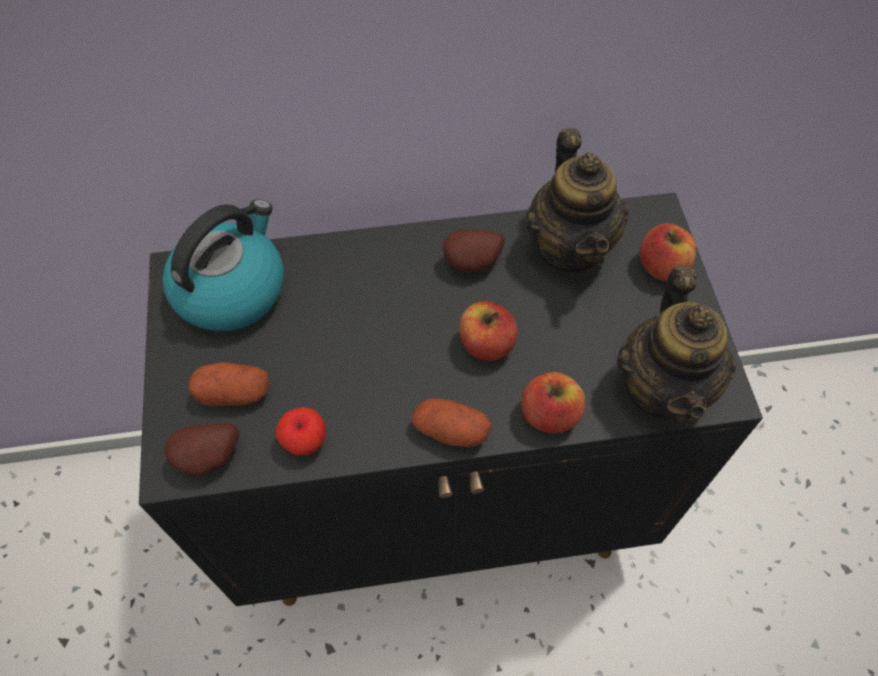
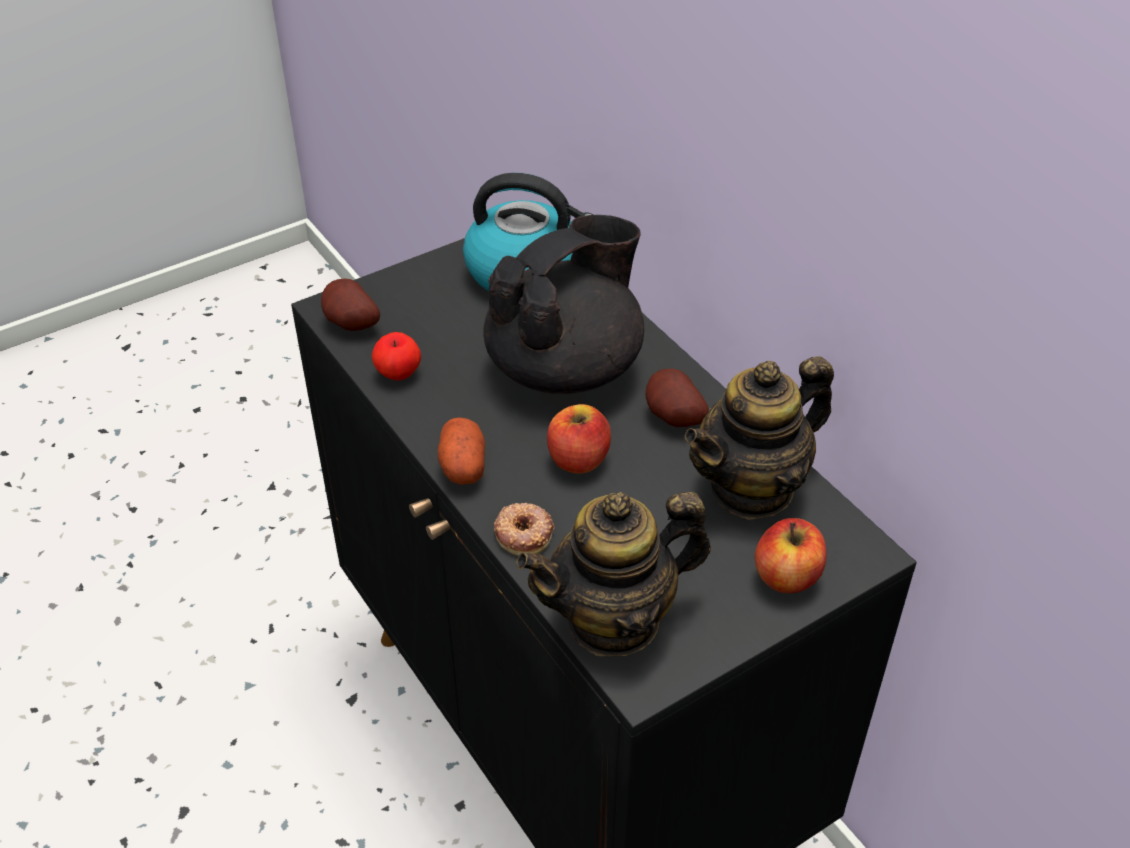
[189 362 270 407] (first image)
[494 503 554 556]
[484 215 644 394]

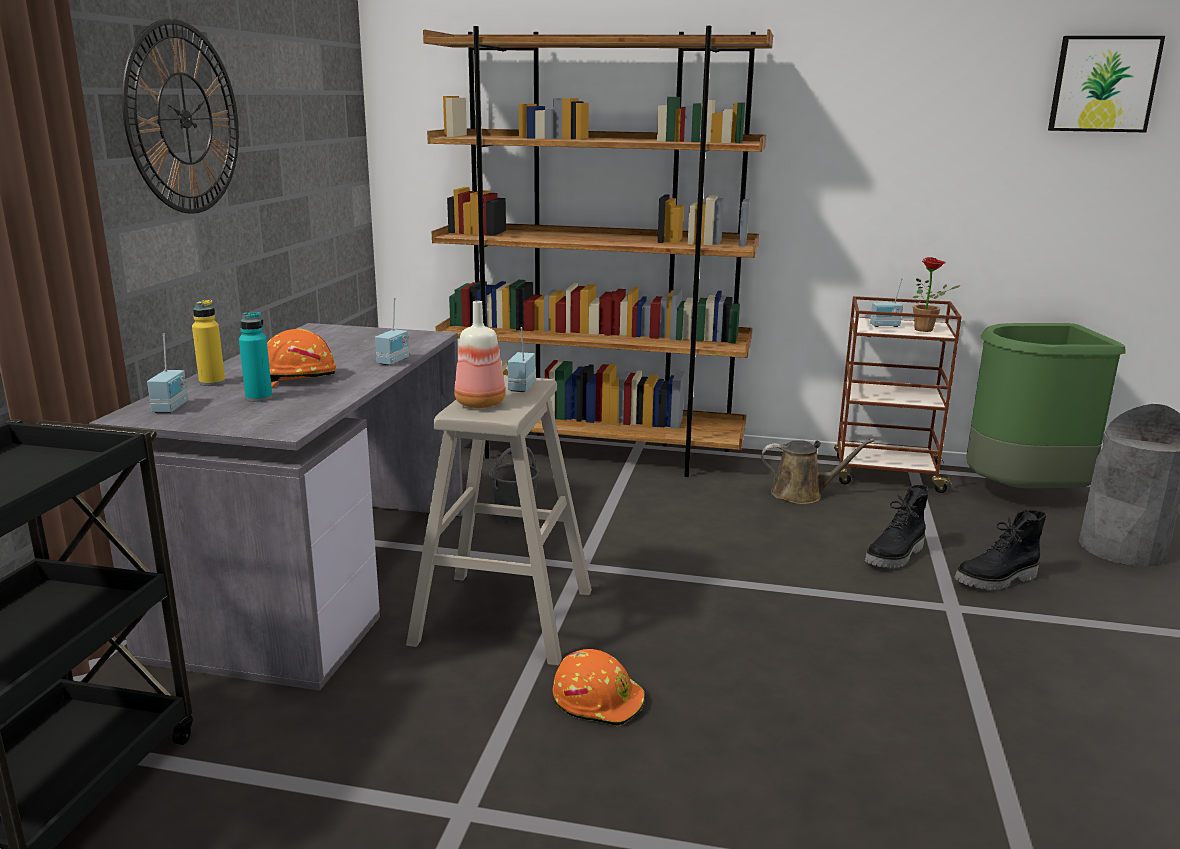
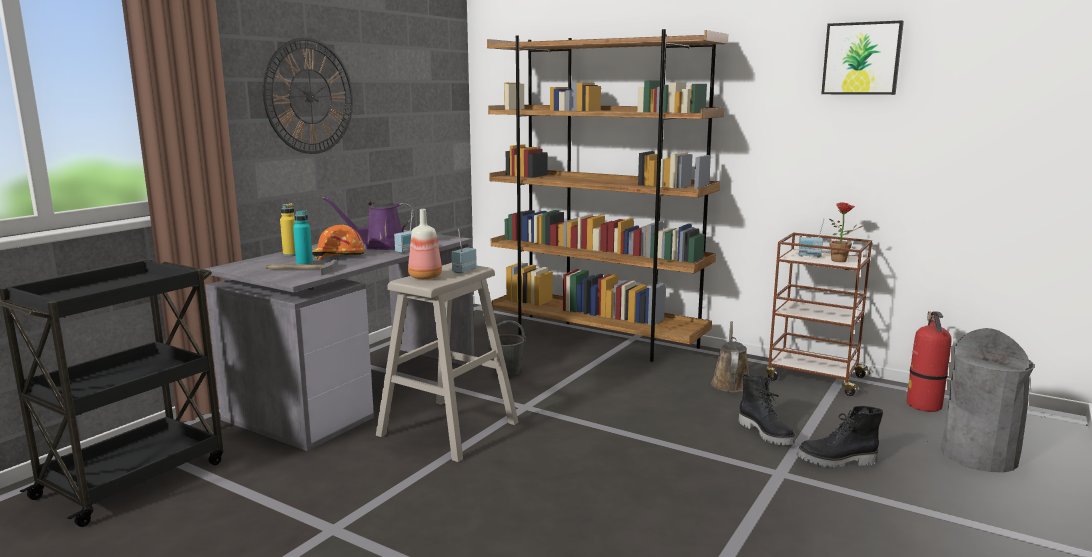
[147 333 188 414] (first image)
[553 649 645 726] (first image)
[711 321 749 392]
[739 374 795 445]
[907 311 951 412]
[821 20 904 95]
[265 260 338 276]
[322 197 414 250]

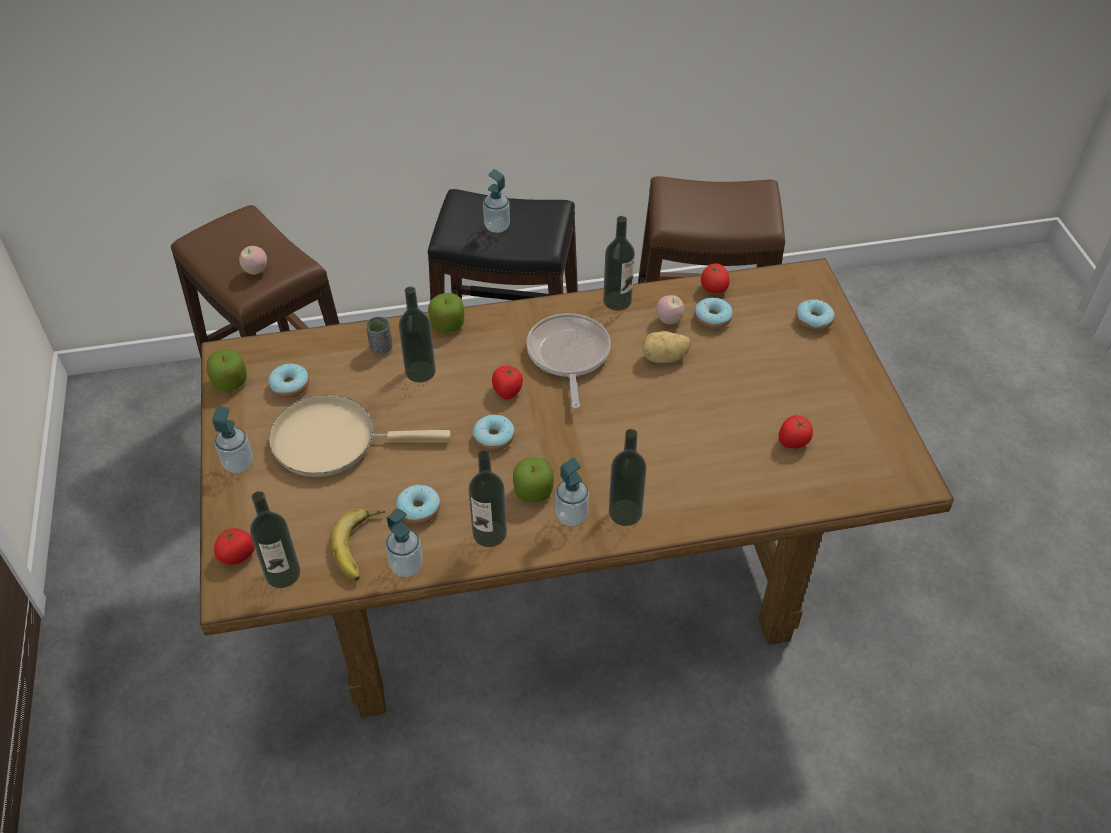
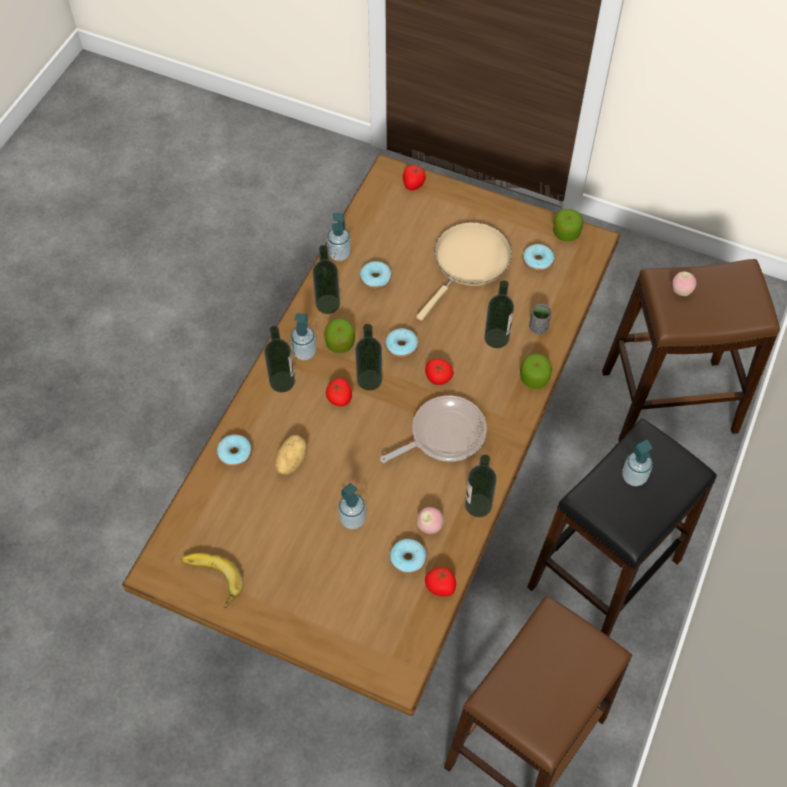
[338 483 366 530]
[355 324 382 391]
[181 553 244 608]
[380 395 487 463]
[275 435 307 475]
[326 378 352 406]
[217 434 252 467]

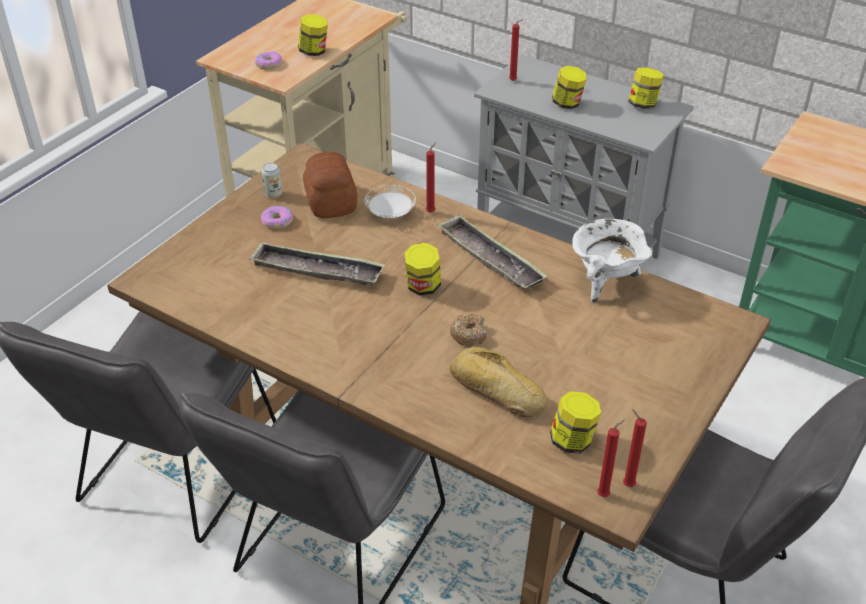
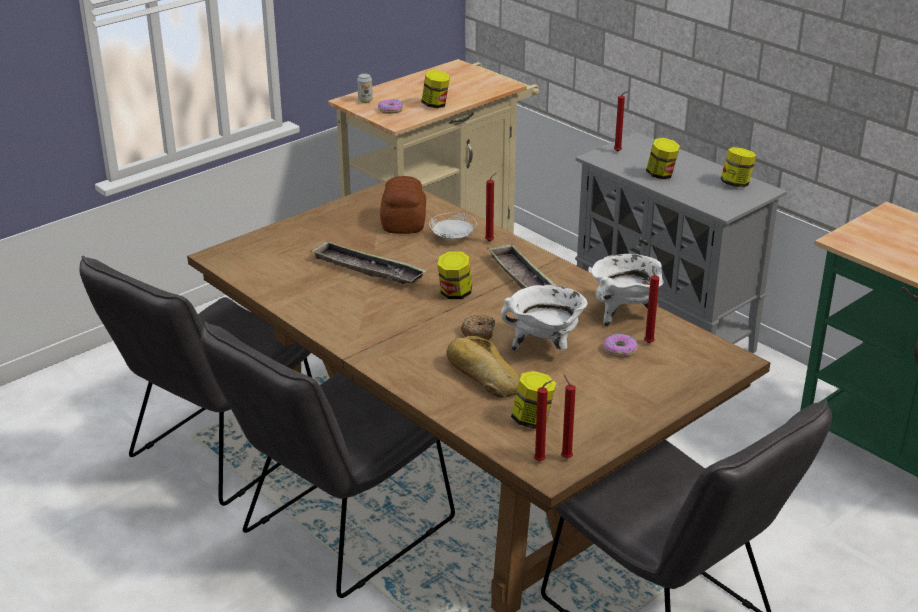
[604 334 638 357]
[357 74 373 103]
[501 285 588 351]
[644 265 659 343]

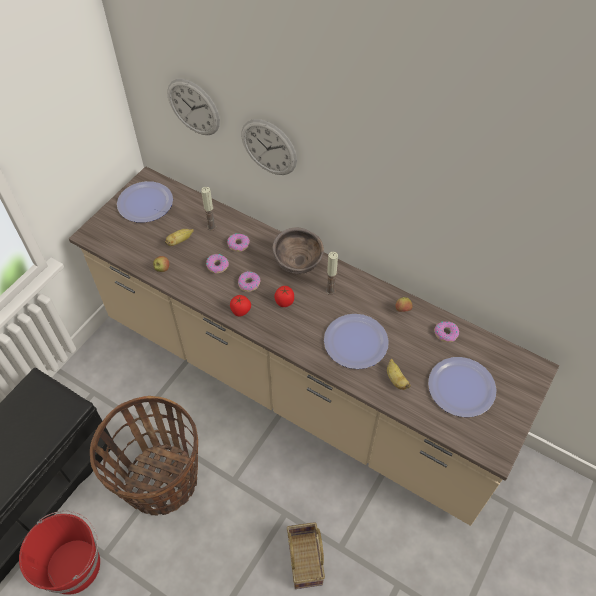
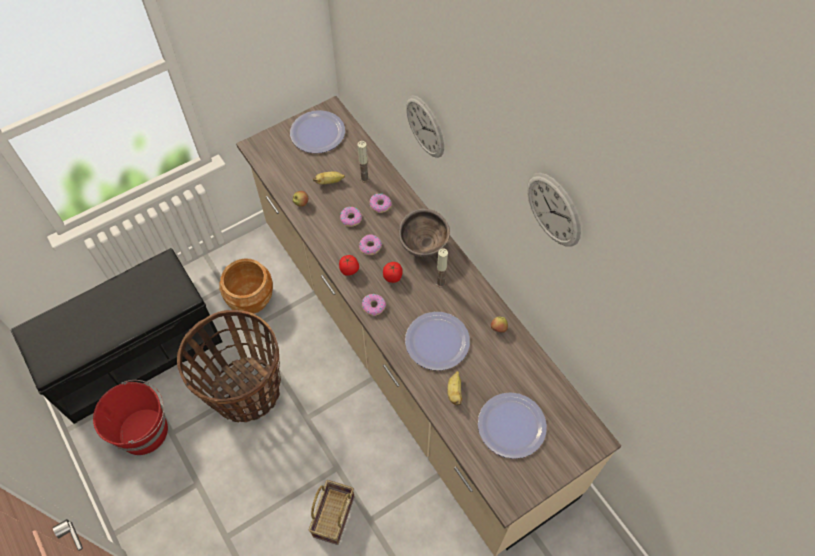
[527 173 581 247]
[362 294 386 316]
[219 258 273 314]

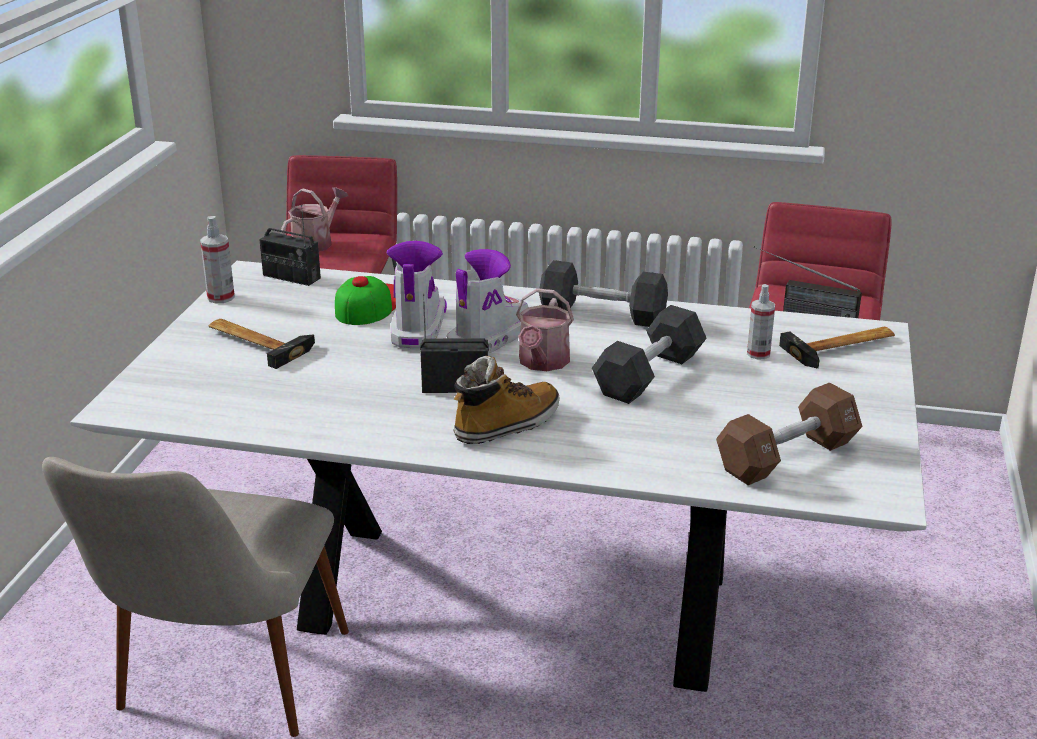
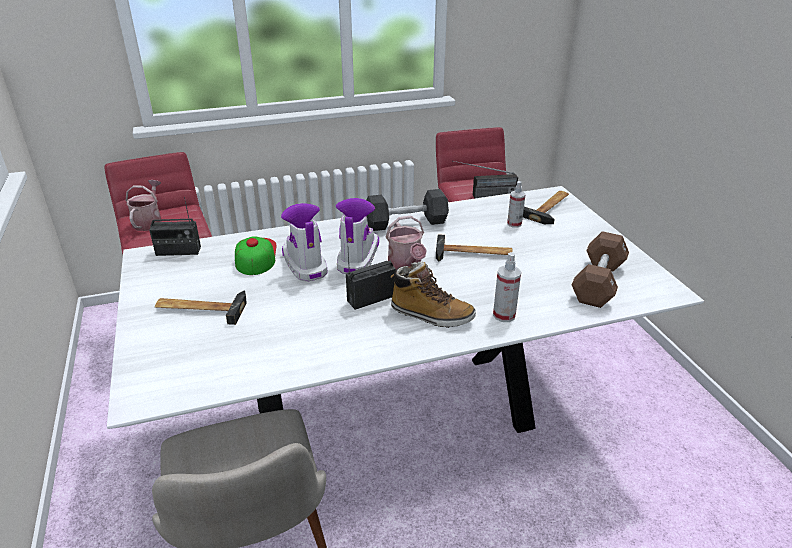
[493 252 521 322]
[391 261 476 328]
[436 234 513 262]

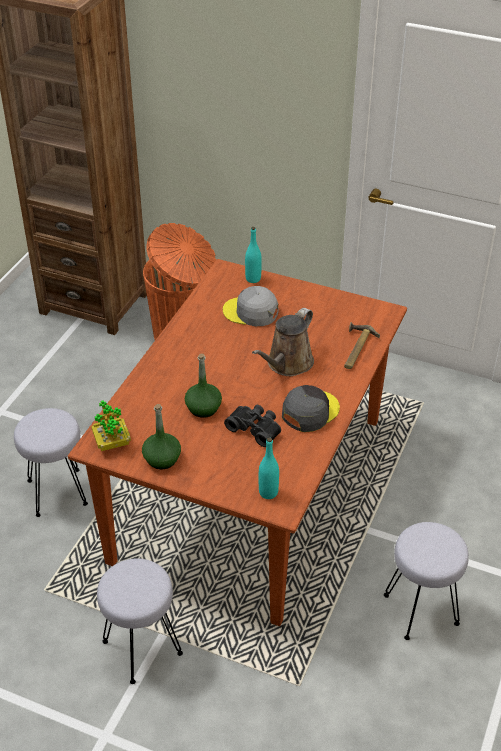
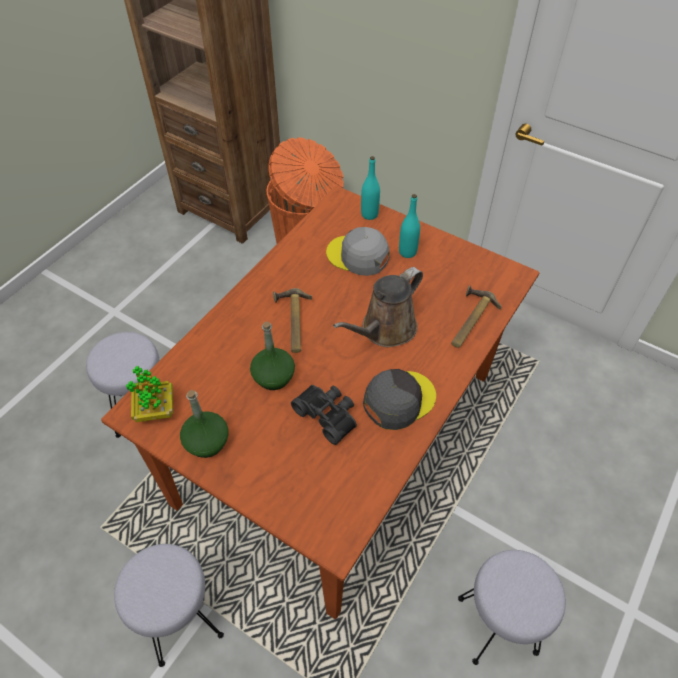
[399 194 420 258]
[273 288 312 353]

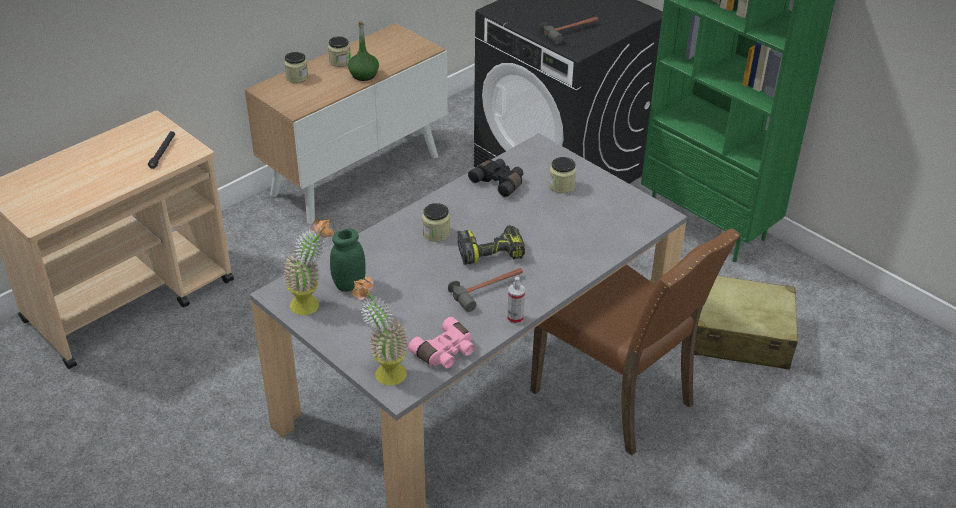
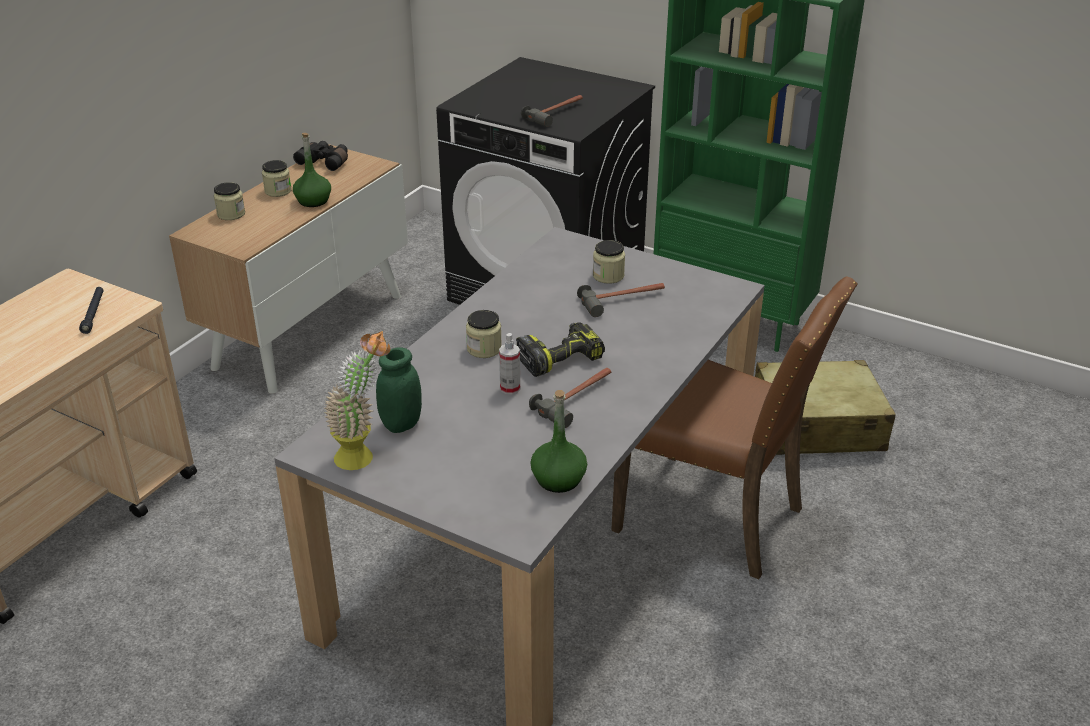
[352 277 408 385] (first image)
[531 390 587 493]
[293 141 348 171]
[499 333 520 395]
[577 283 665 317]

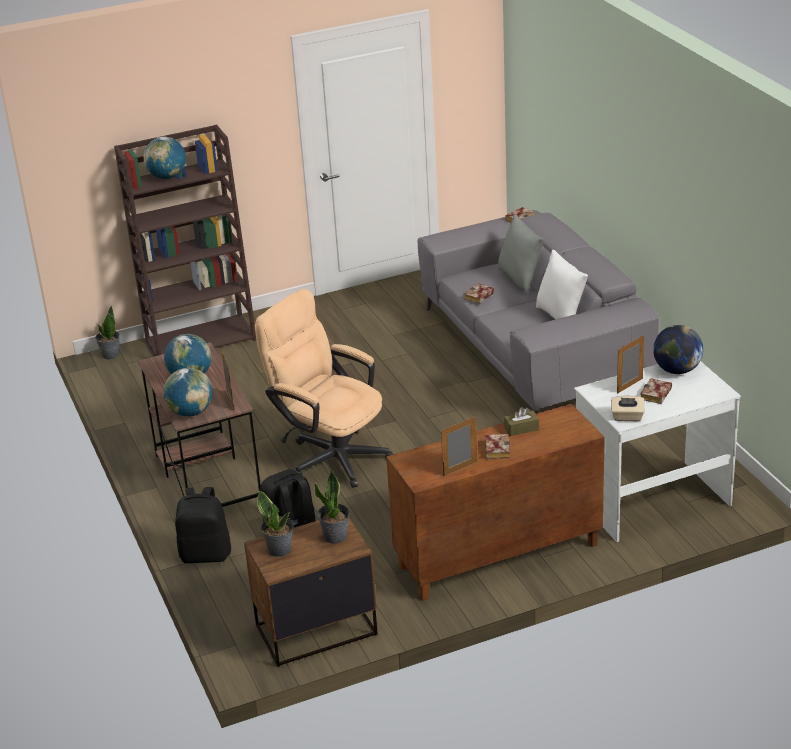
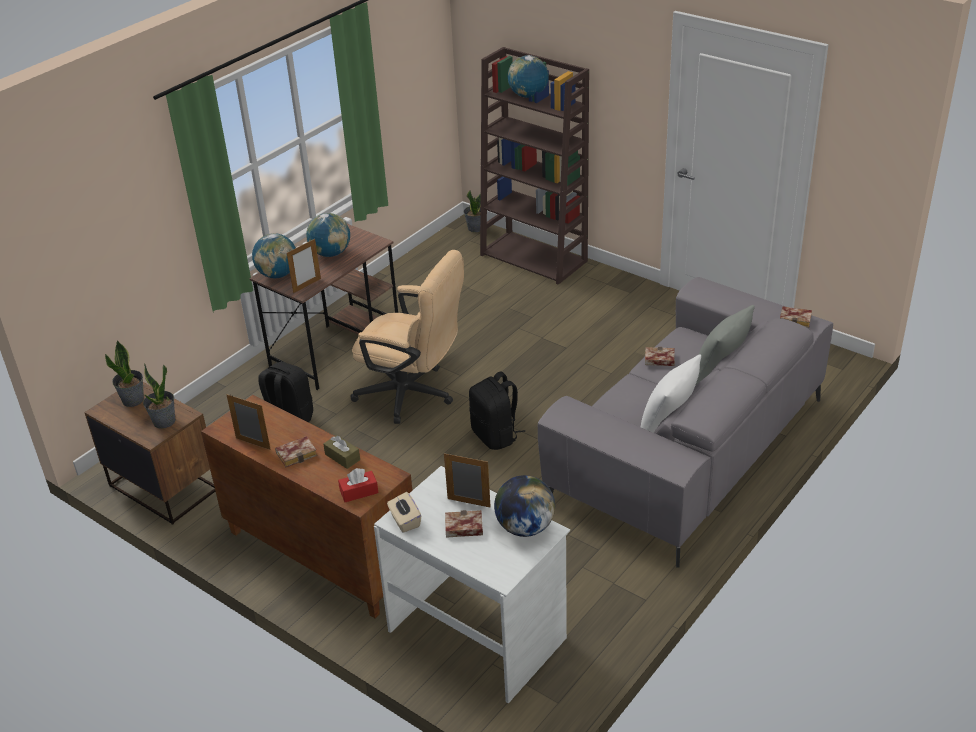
[469 372 526 450]
[350 250 464 424]
[338 468 378 502]

